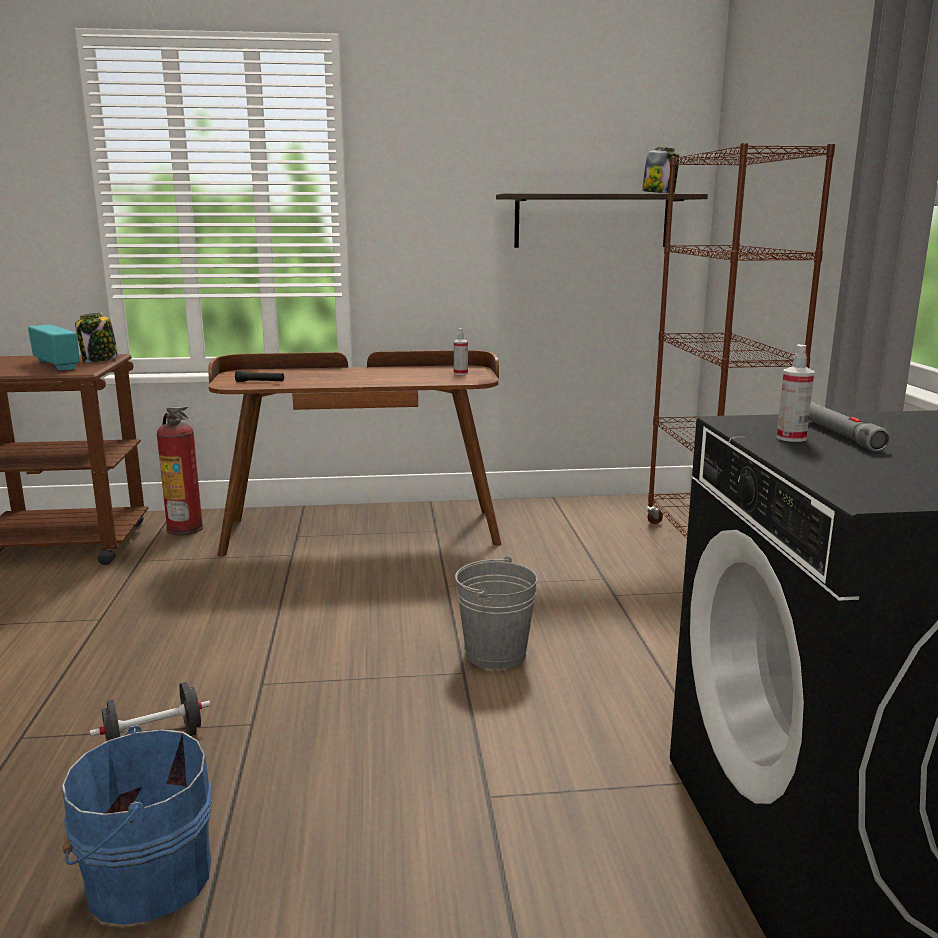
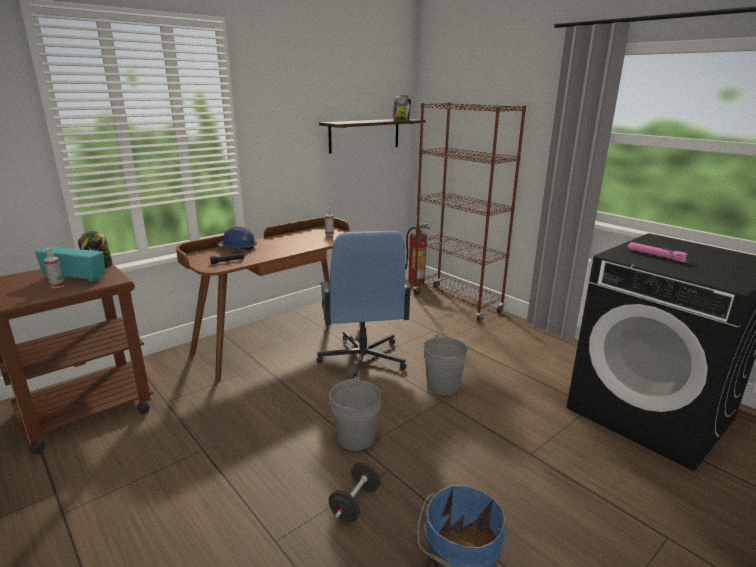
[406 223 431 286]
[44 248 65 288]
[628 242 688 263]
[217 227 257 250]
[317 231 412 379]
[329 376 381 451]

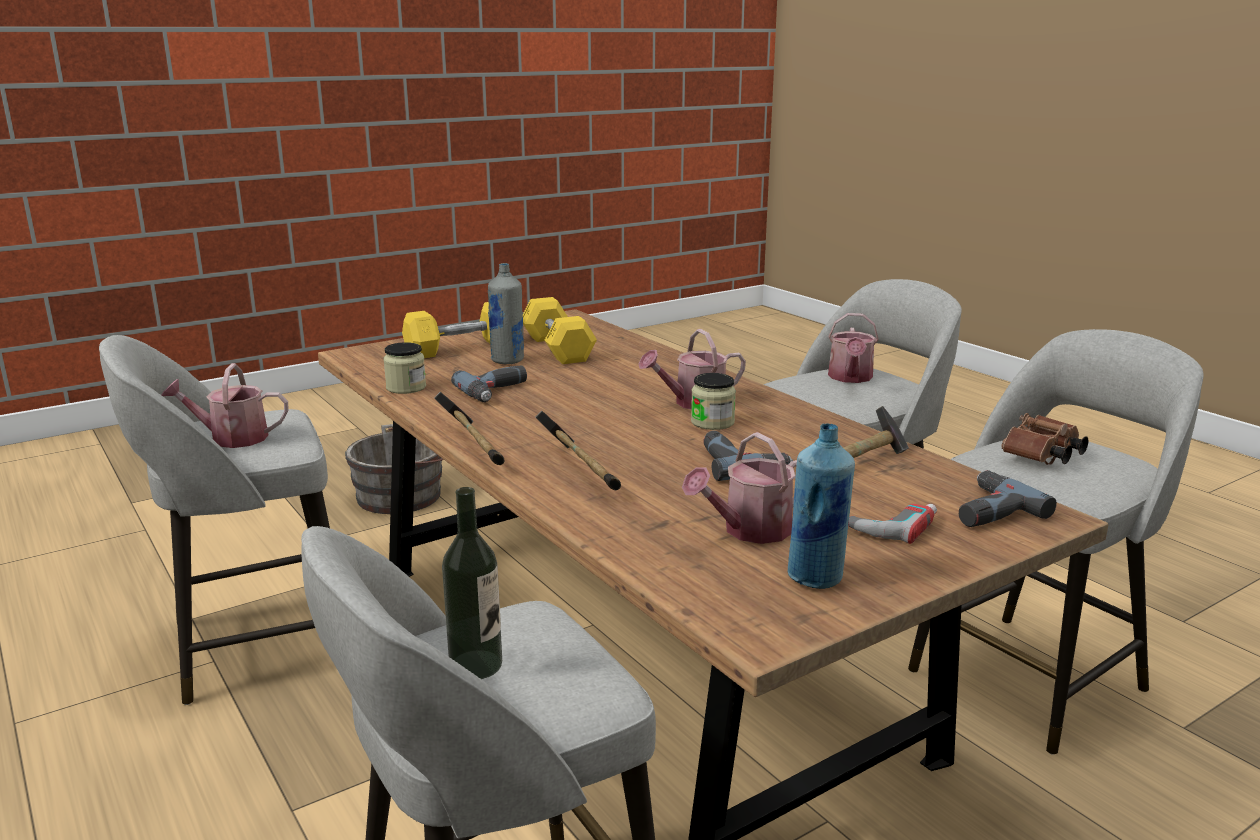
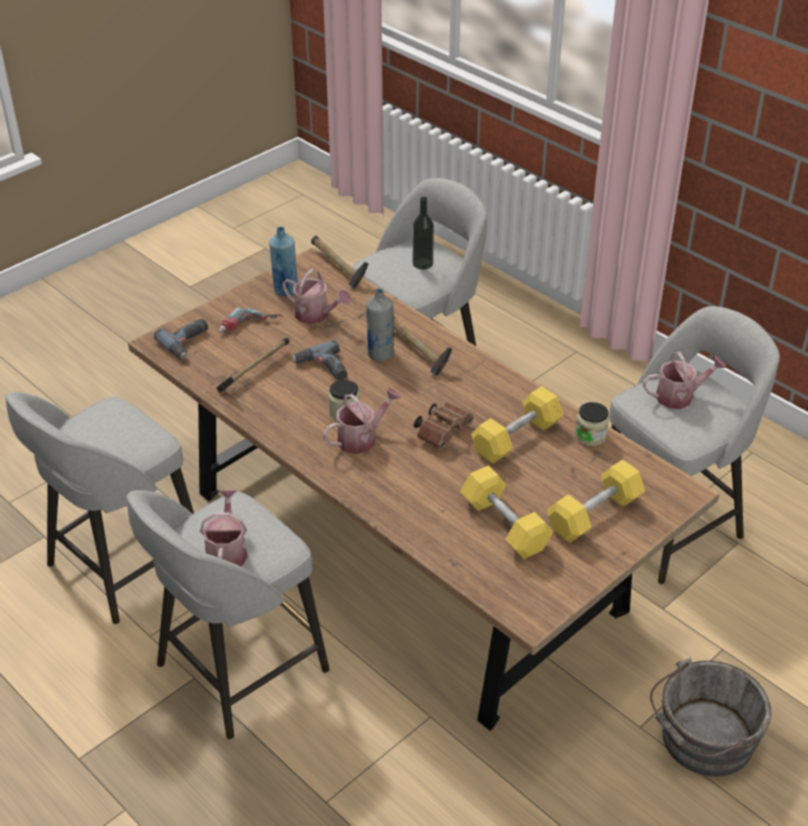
[311 236 369 289]
[471 386 563 463]
[366 288 395 362]
[282 269 351 324]
[414 402 474 449]

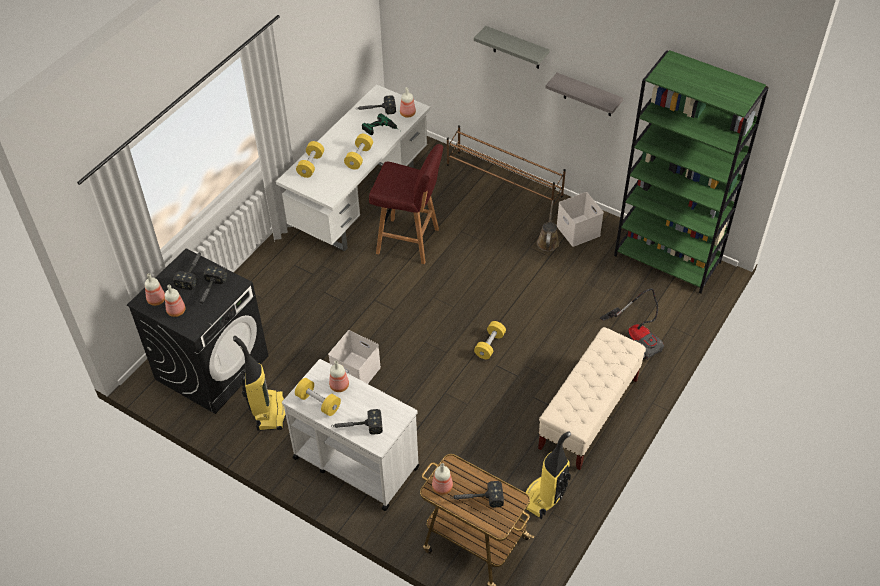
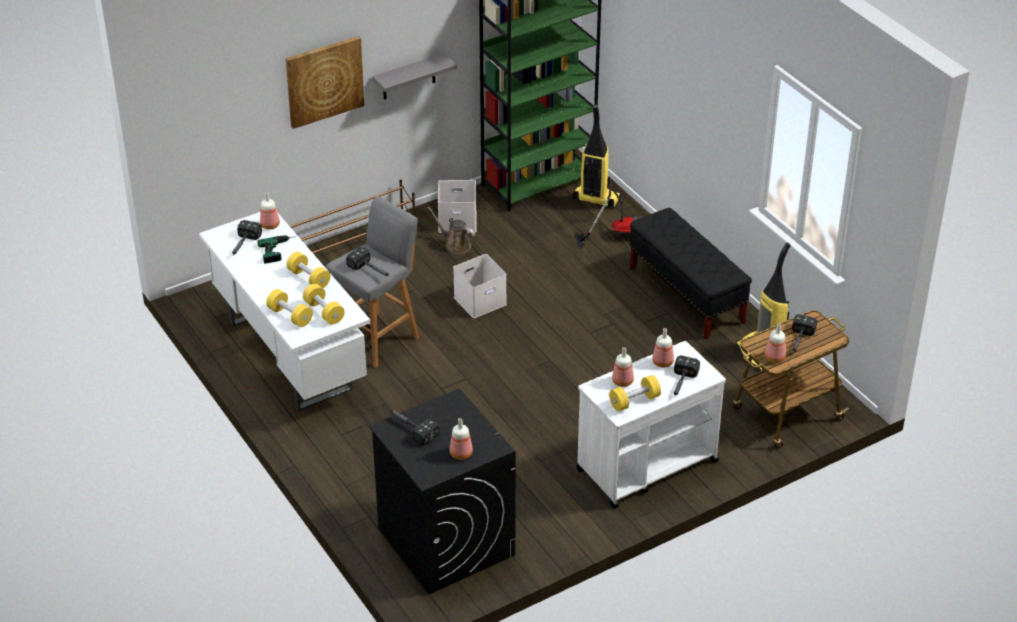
[652 328 674 368]
[346 247 389 277]
[573 105 621 209]
[453 254 507 318]
[326 196 419 368]
[286 36 364 129]
[303 284 345 325]
[629 208 752 339]

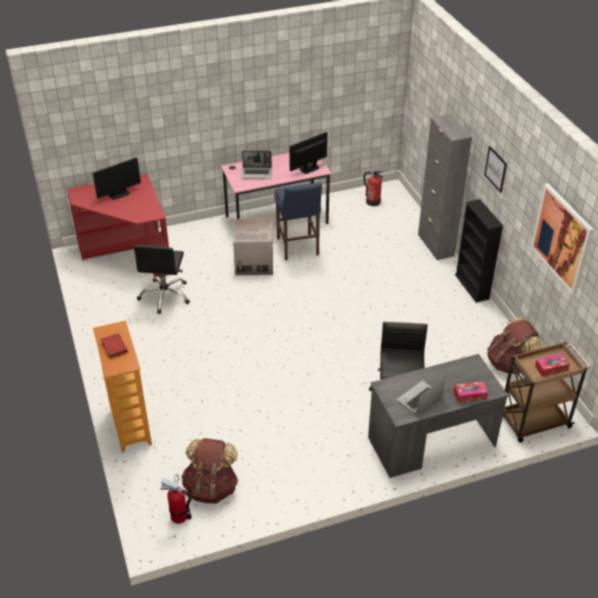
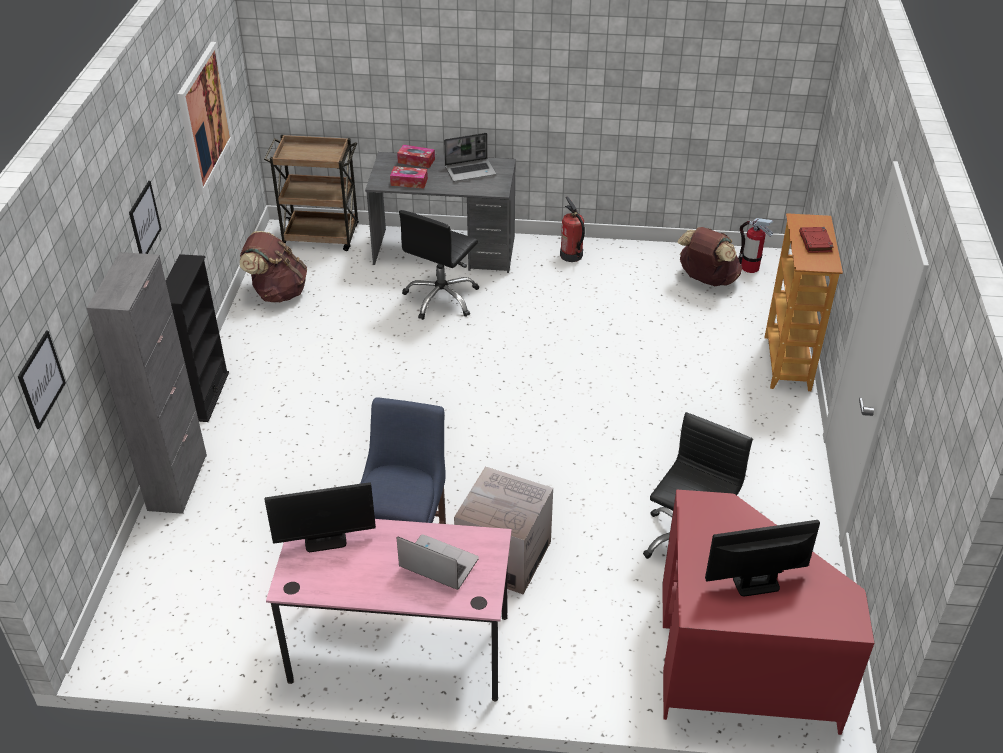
[560 196 585 262]
[390 166 428 188]
[18 331 66 429]

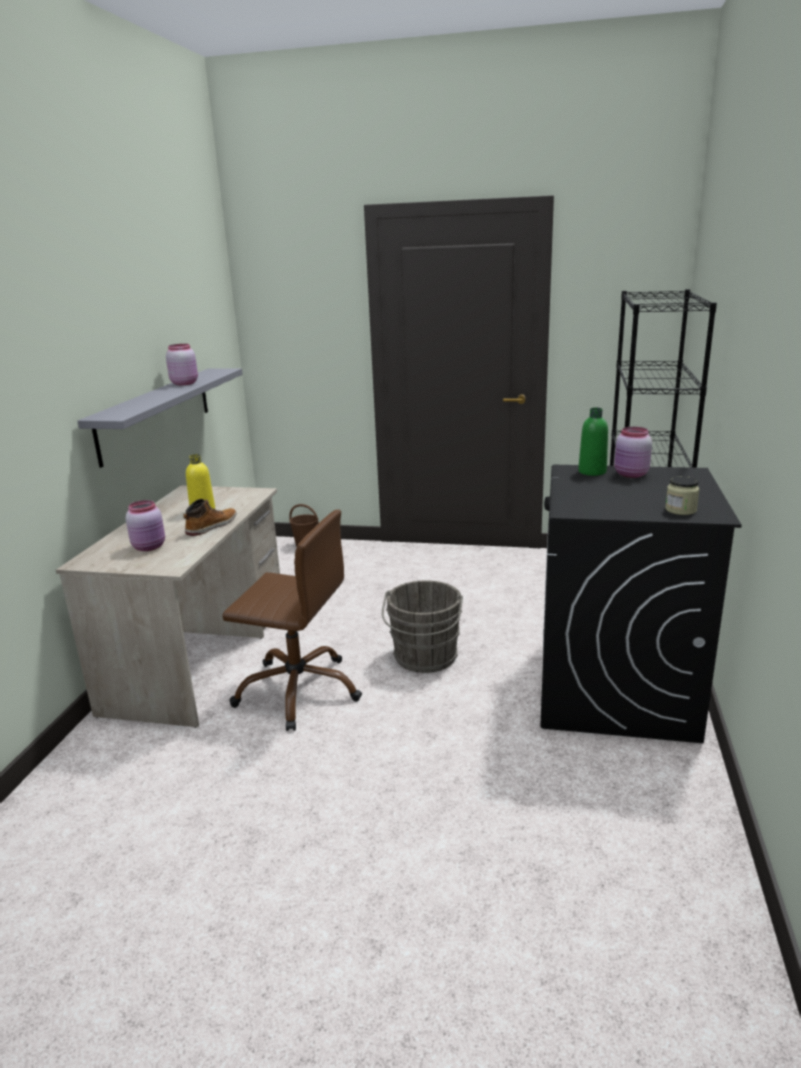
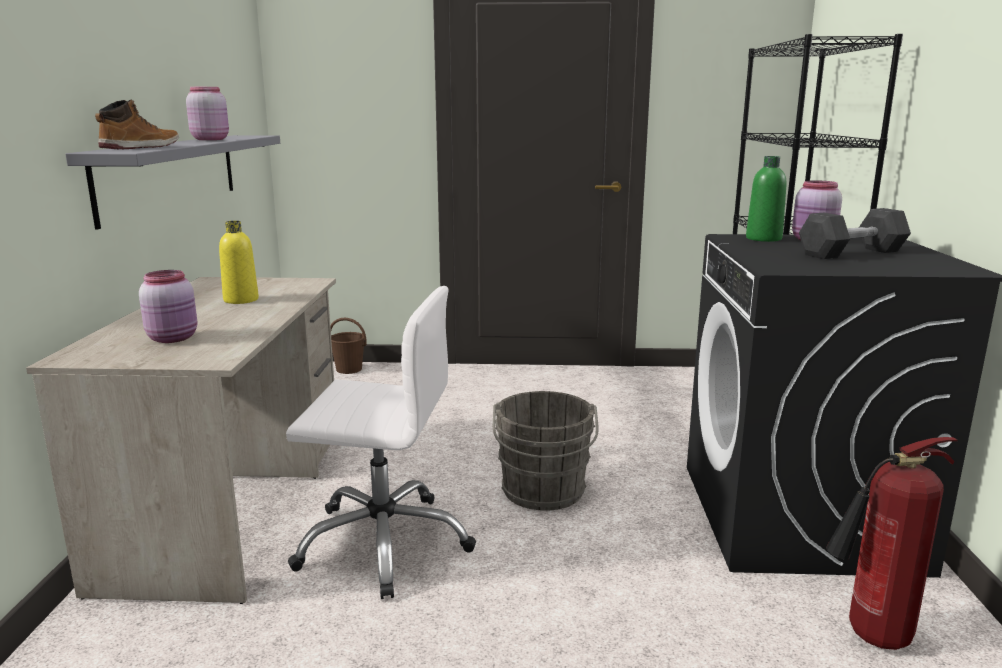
[95 100 179 149]
[286 286 476 599]
[665 476 700 515] (first image)
[799 208 911 259]
[826 437 958 650]

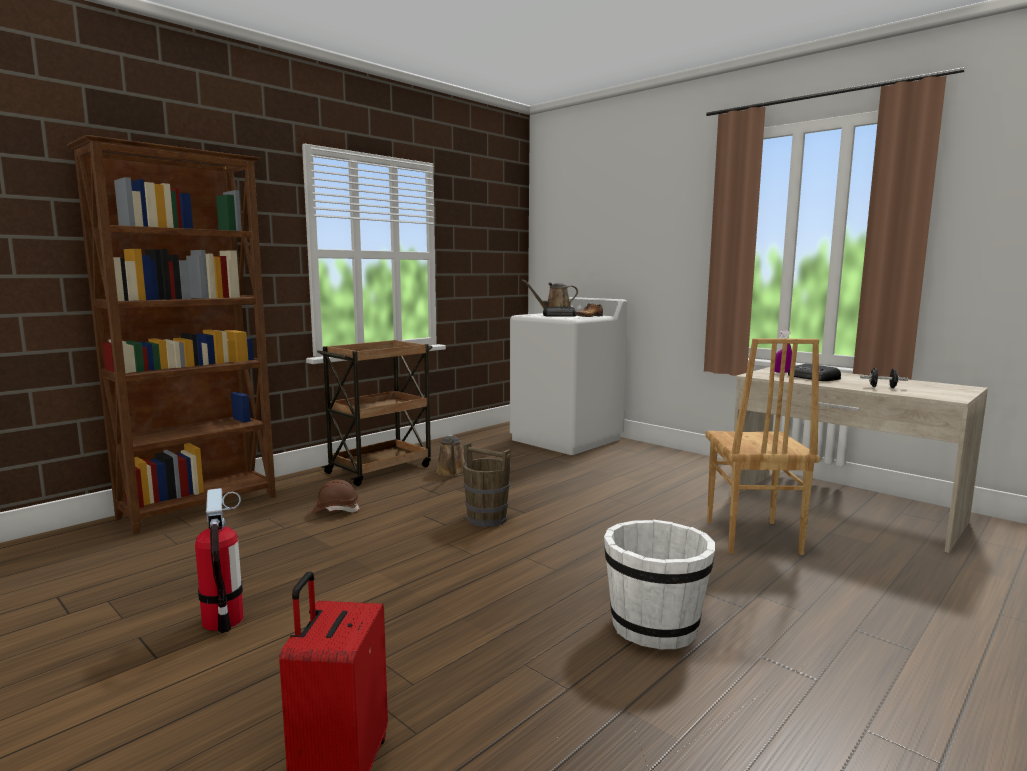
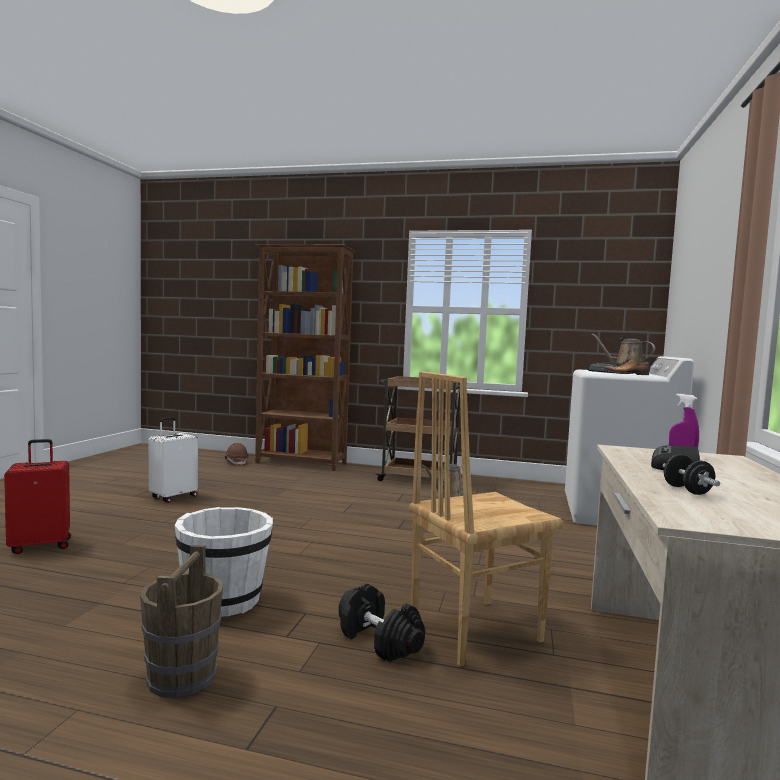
[149 417 198 503]
[225 443 249 465]
[140 545 223 698]
[339 583 425 662]

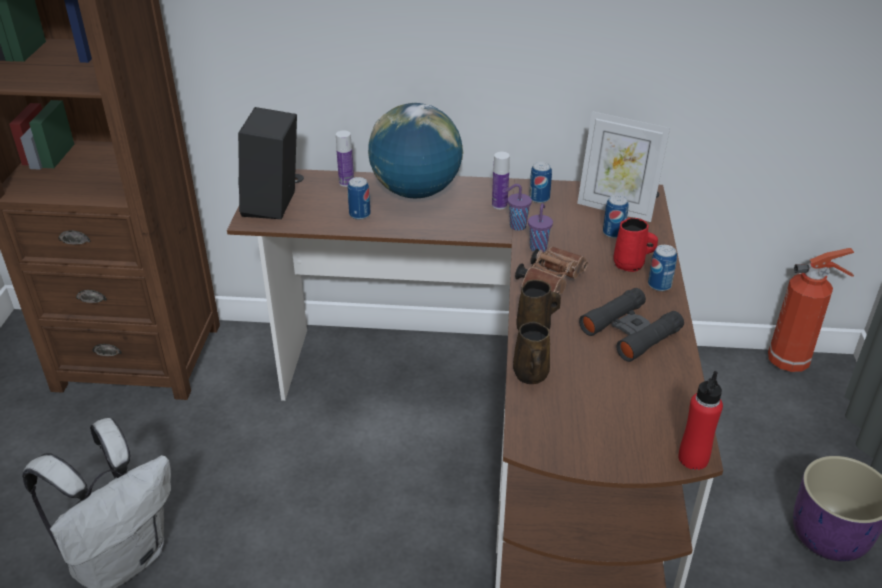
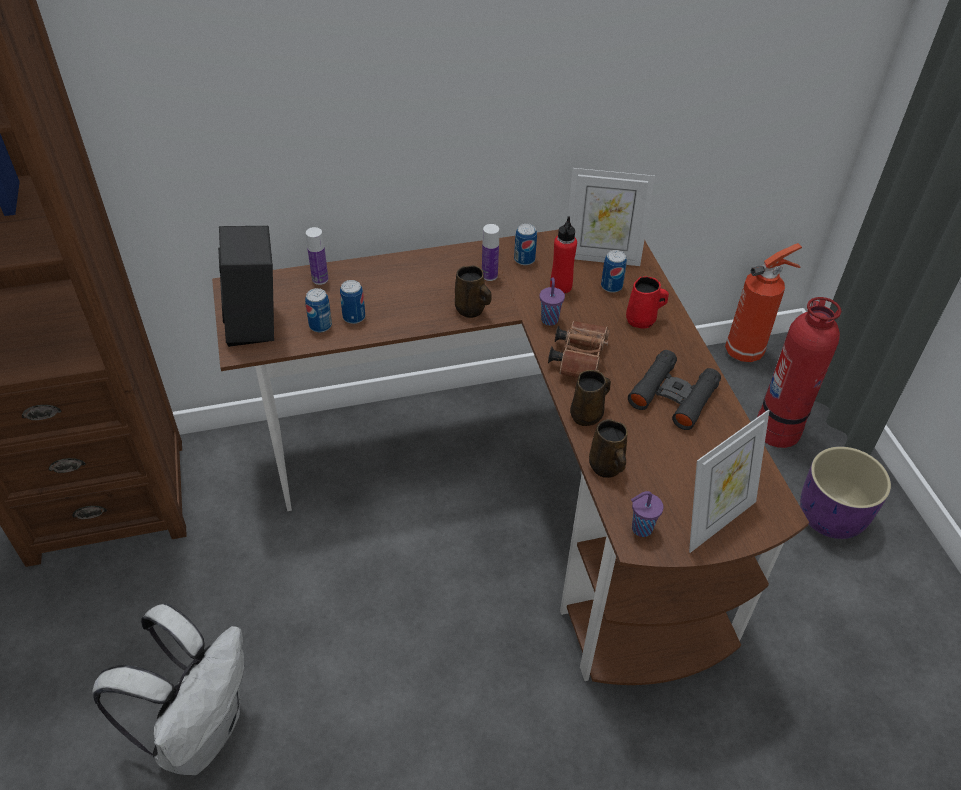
[368 103 464 198] (first image)
[631 491 664 537]
[305 288 332 332]
[550 216 577 294]
[455 266 491 318]
[689 409 770 553]
[757 297 841 448]

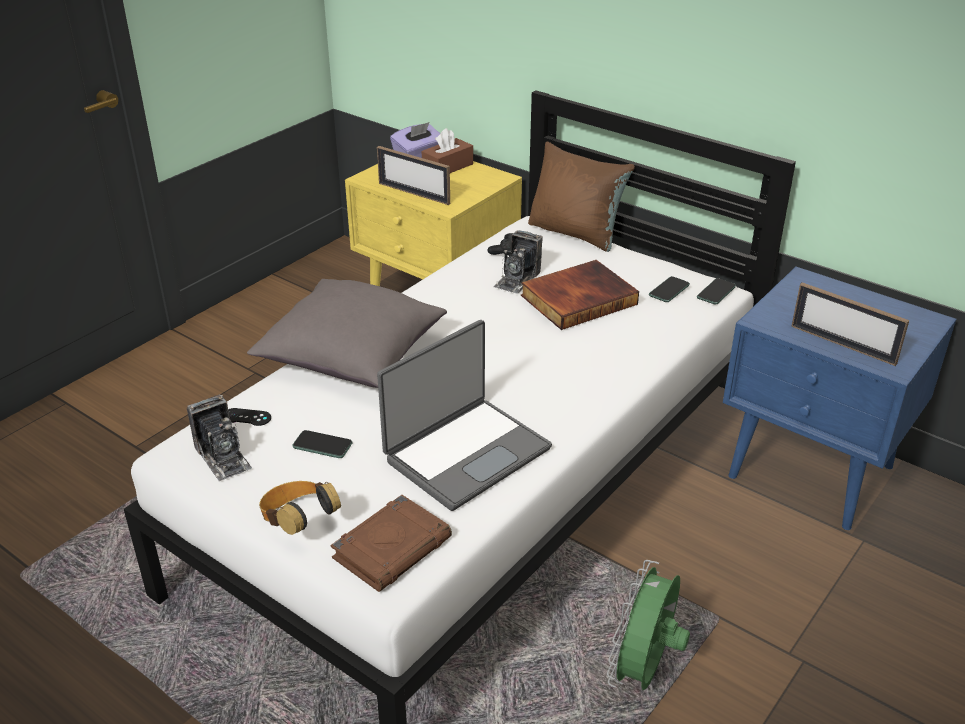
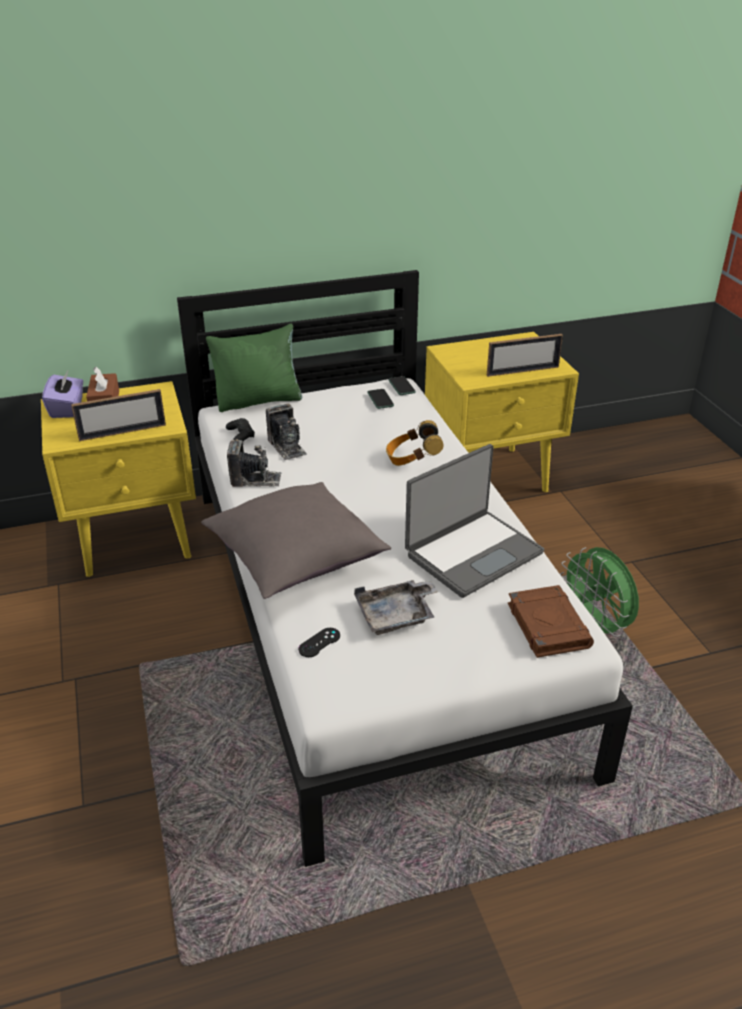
[227 439 281 487]
[386 420 444 466]
[354 580 438 635]
[405 444 544 598]
[521 260 639 330] (first image)
[206 324 302 412]
[425 332 579 492]

